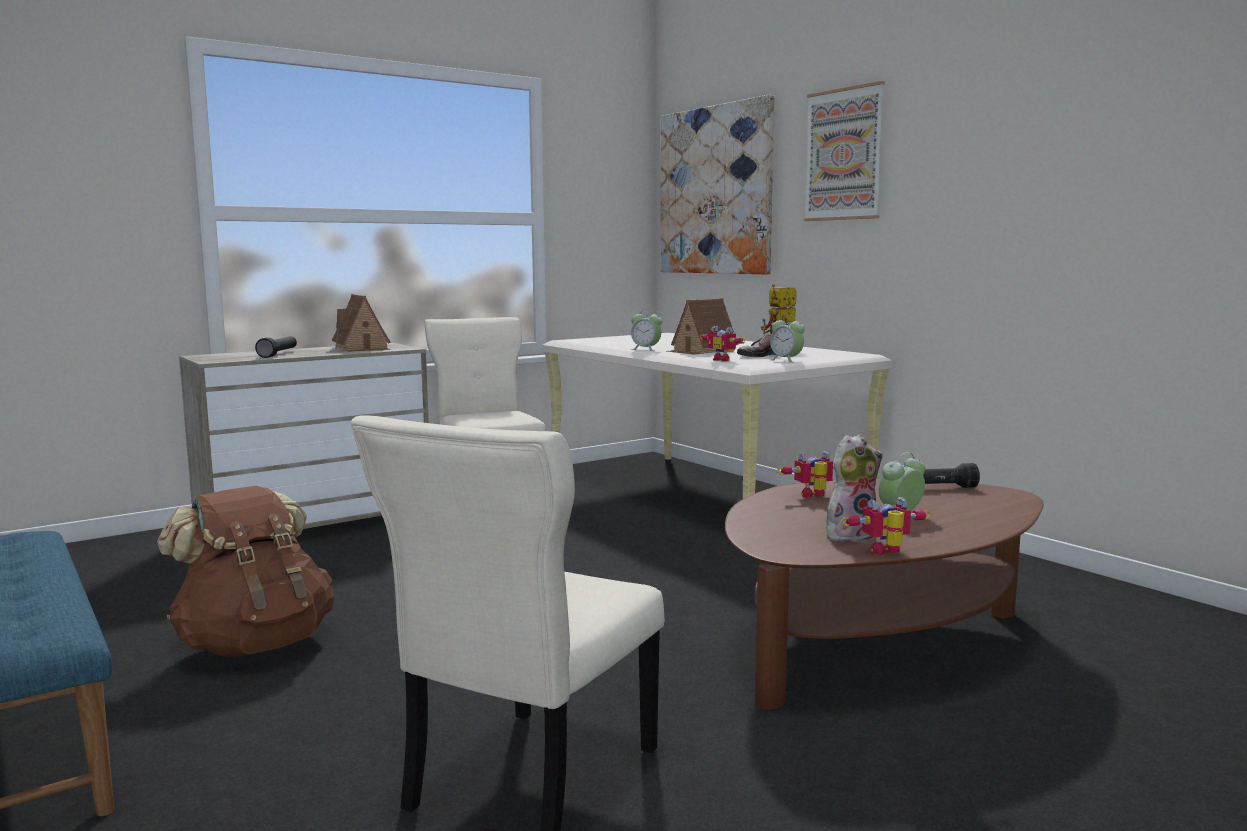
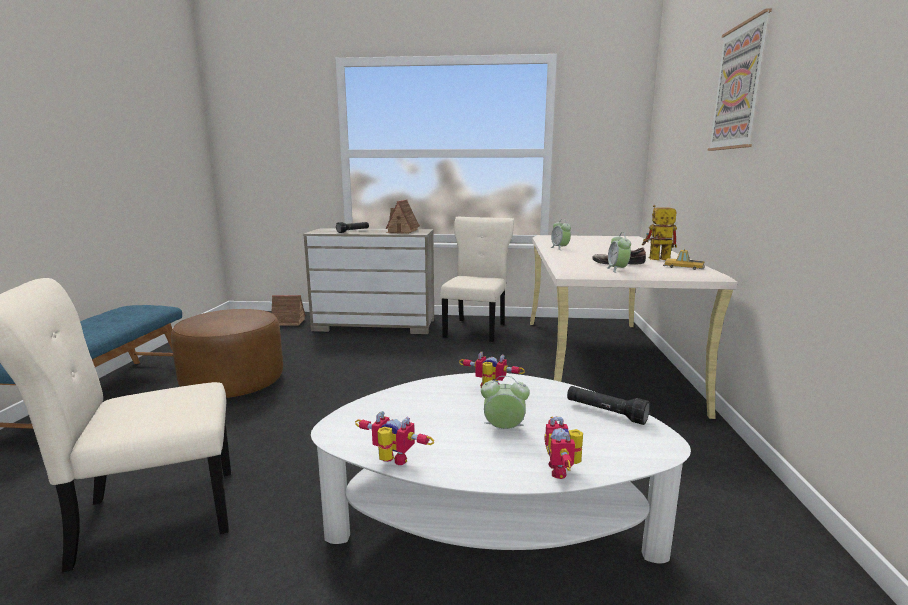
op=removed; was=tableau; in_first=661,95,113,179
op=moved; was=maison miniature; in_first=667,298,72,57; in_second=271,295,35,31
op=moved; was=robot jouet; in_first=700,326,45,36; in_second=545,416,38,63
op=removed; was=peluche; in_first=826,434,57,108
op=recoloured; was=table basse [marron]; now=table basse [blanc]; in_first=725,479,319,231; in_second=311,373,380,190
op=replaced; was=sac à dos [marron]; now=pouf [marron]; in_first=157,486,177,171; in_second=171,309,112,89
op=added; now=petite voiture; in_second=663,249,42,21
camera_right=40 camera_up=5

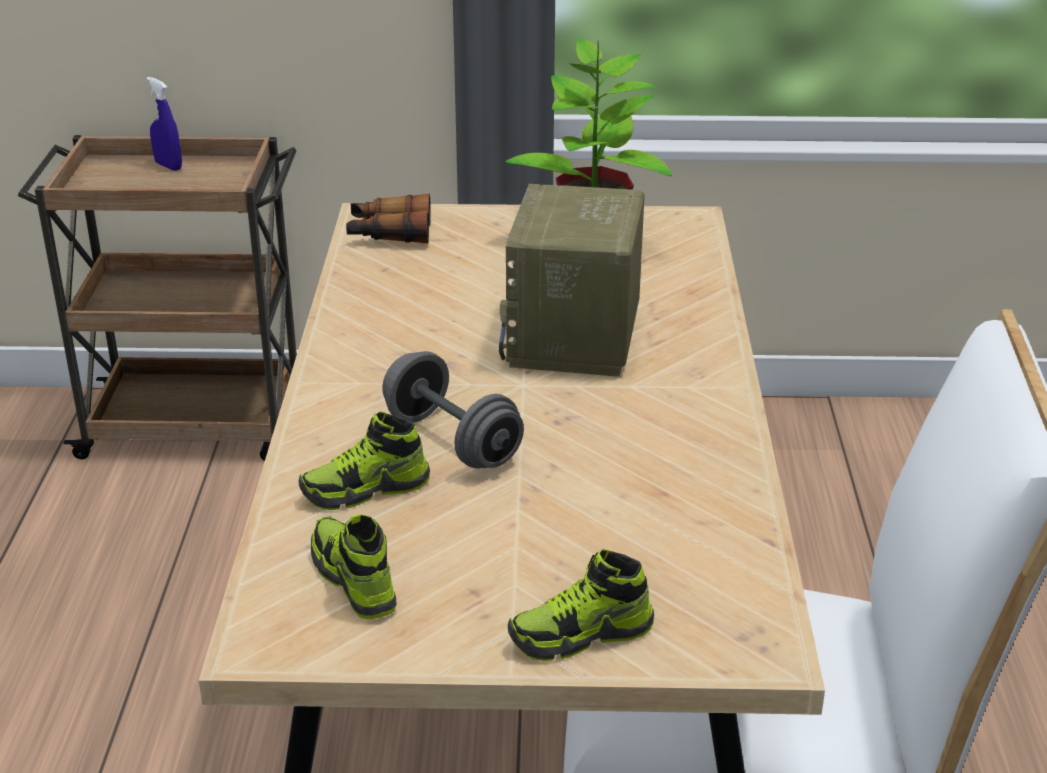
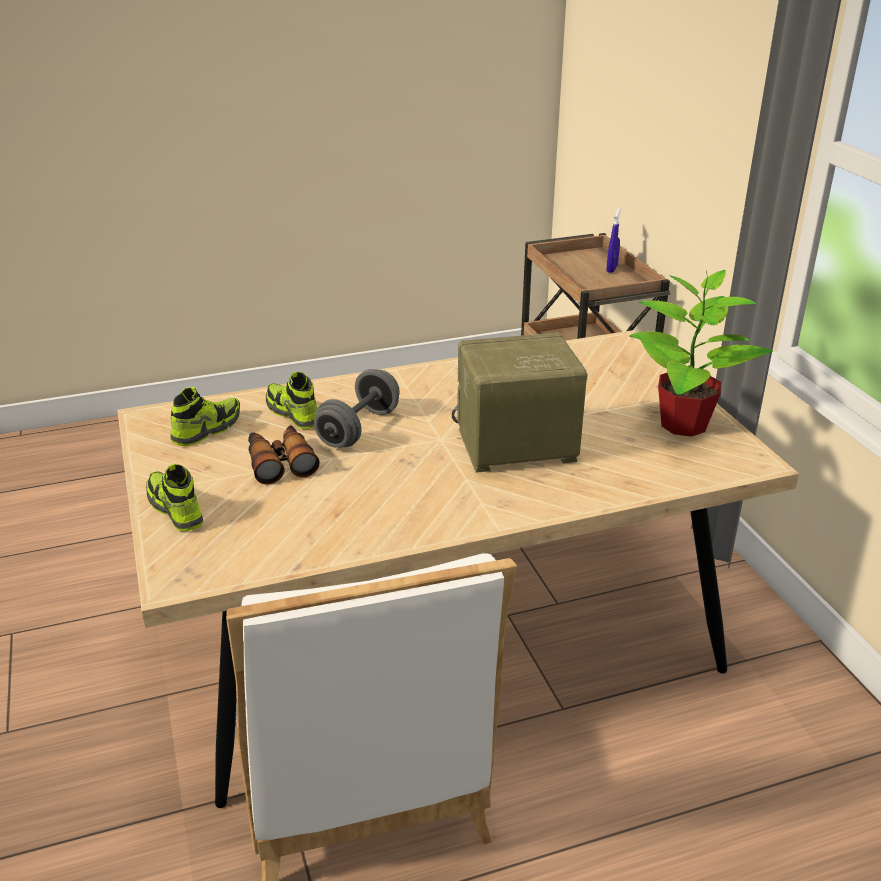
op=moved; was=jumelles; in_first=346,194,85,50; in_second=248,425,72,60
camera_right=70 camera_up=0

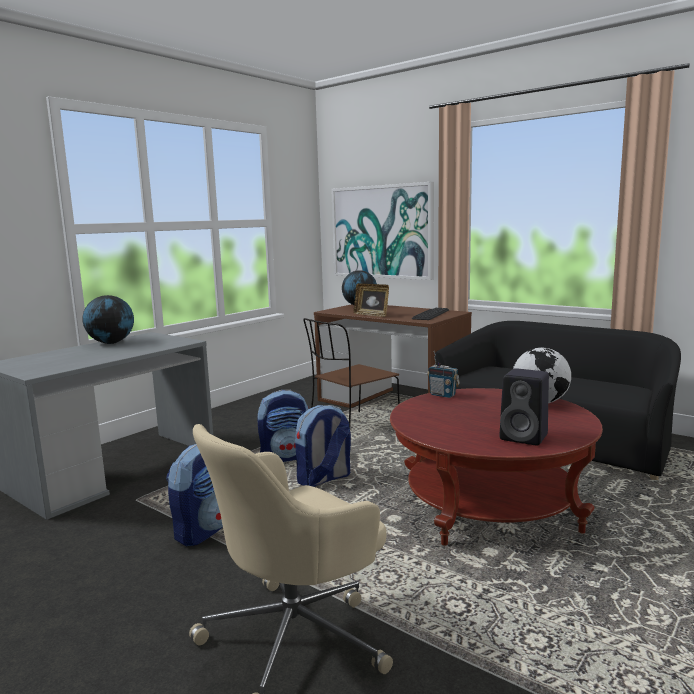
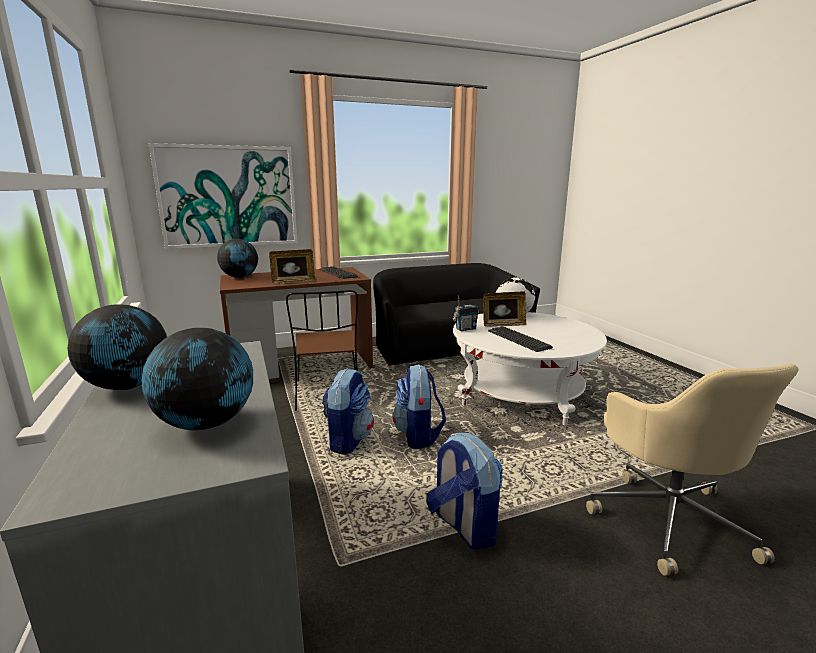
op=removed; was=enceinte [noir]; in_first=500,368,49,78
op=recoloured; was=table basse [rouge]; now=table basse [blanc]; in_first=390,388,213,158; in_second=453,312,154,114
op=added; now=cadre photo; in_second=483,292,43,35
op=added; now=clavier; in_second=488,326,65,26
op=added; now=globe; in_second=142,328,111,102
camera_right=-60 camera_up=5

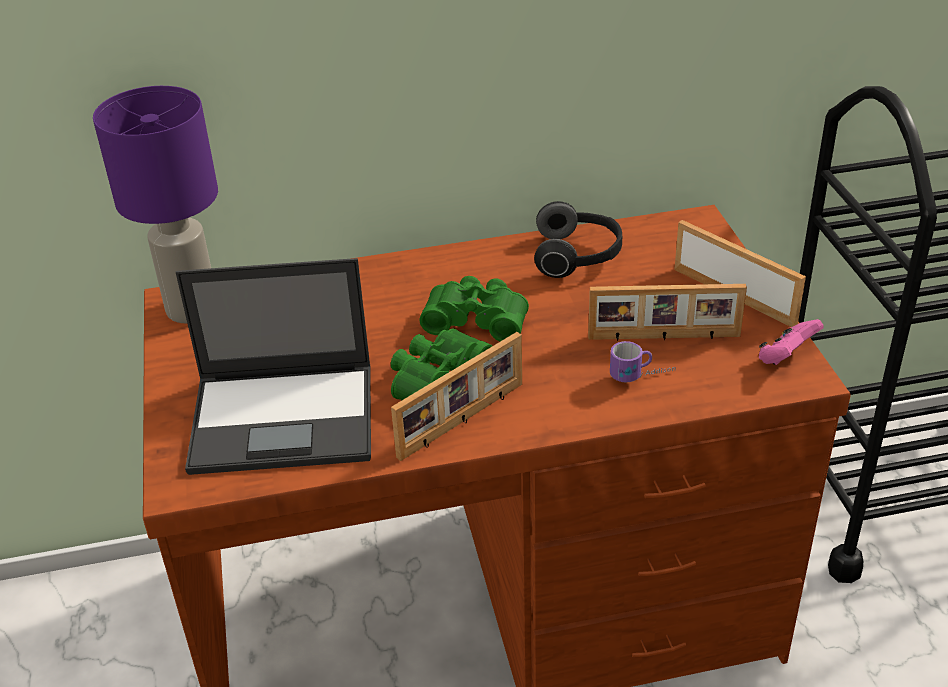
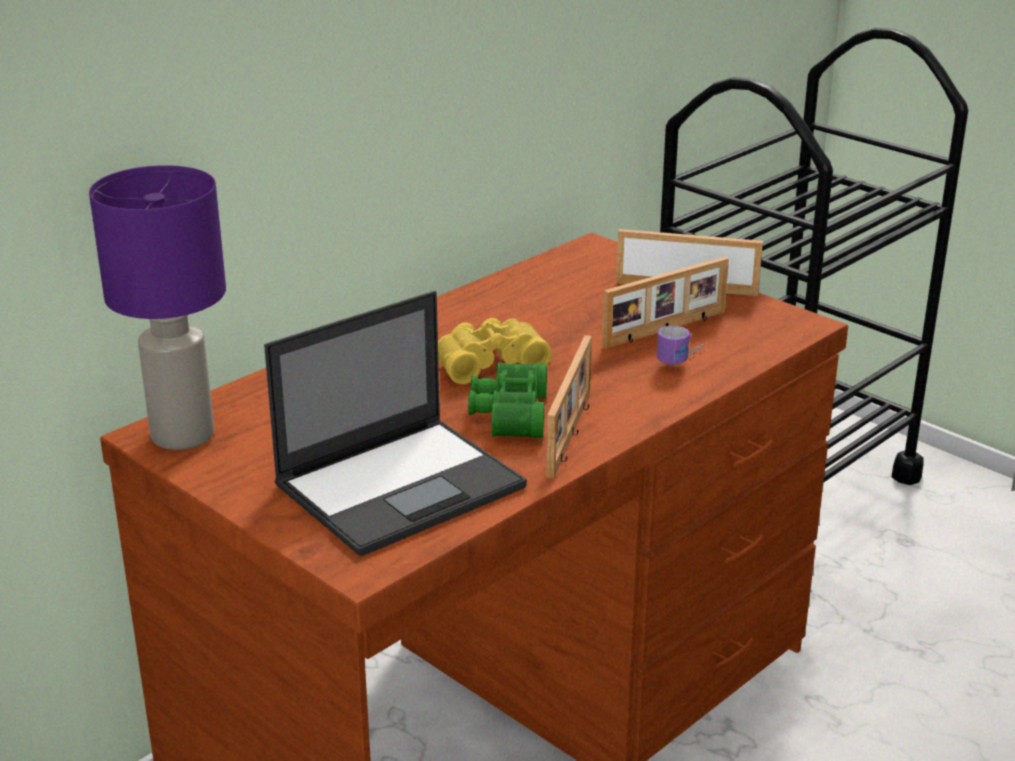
op=removed; was=casque audio; in_first=534,201,88,77
op=recoloured; was=jumelles [vert]; now=jumelles [jaune]; in_first=419,276,110,66; in_second=438,318,114,66
op=removed; was=manette [rose]; in_first=759,319,65,46
camera_right=-35 camera_up=-10

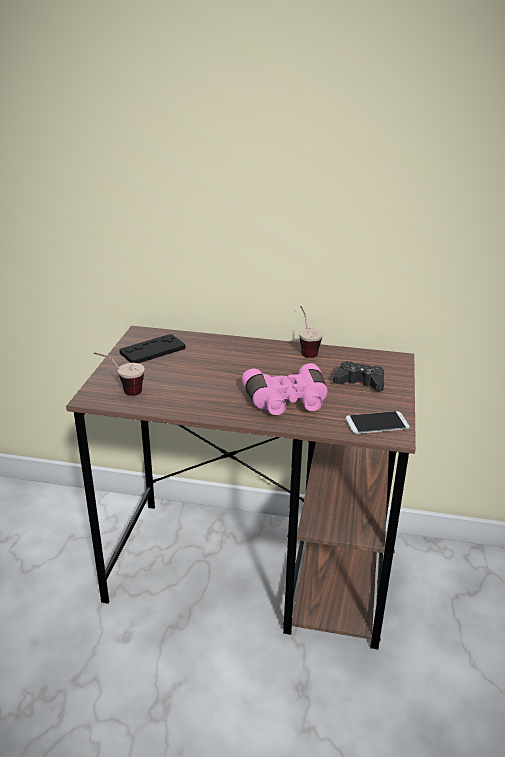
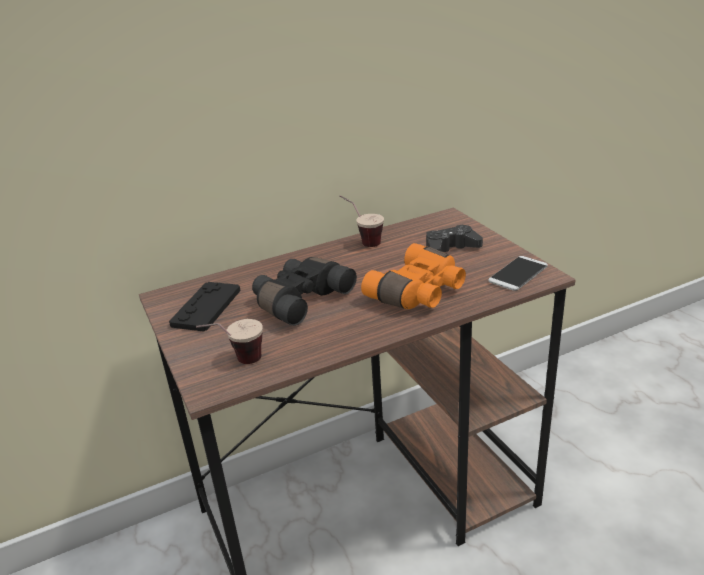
op=recoloured; was=jumelles [rose]; now=jumelles [orange]; in_first=242,363,85,52; in_second=361,243,105,66
op=added; now=jumelles [noir]; in_second=252,257,105,69
camera_right=-35 camera_up=0

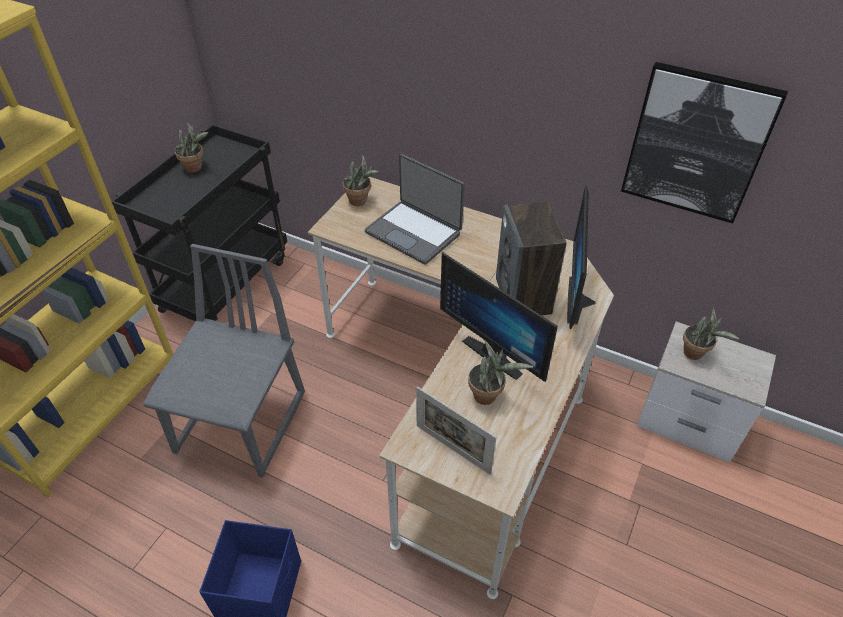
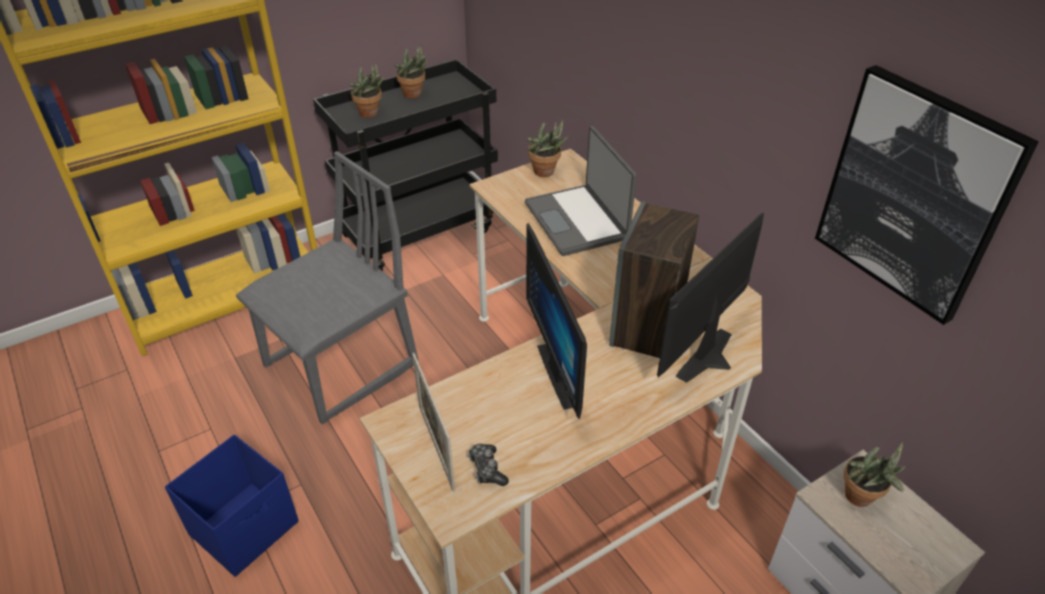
op=moved; was=plante en pot; in_first=468,339,65,66; in_second=349,63,36,55
op=added; now=manette; in_second=468,444,41,42
camera_right=30 camera_up=-5

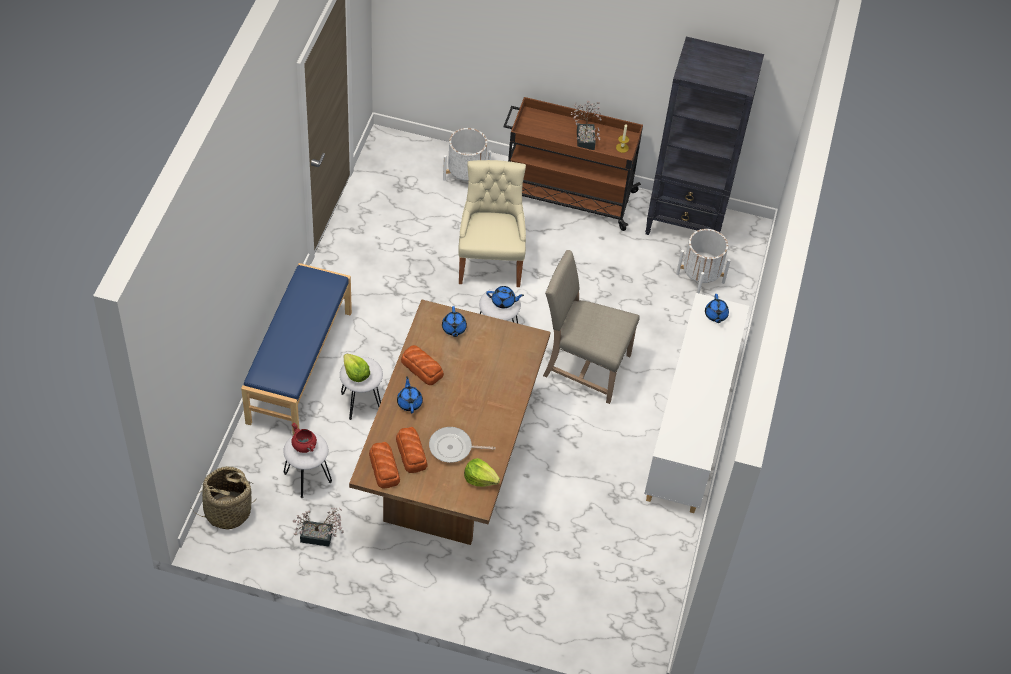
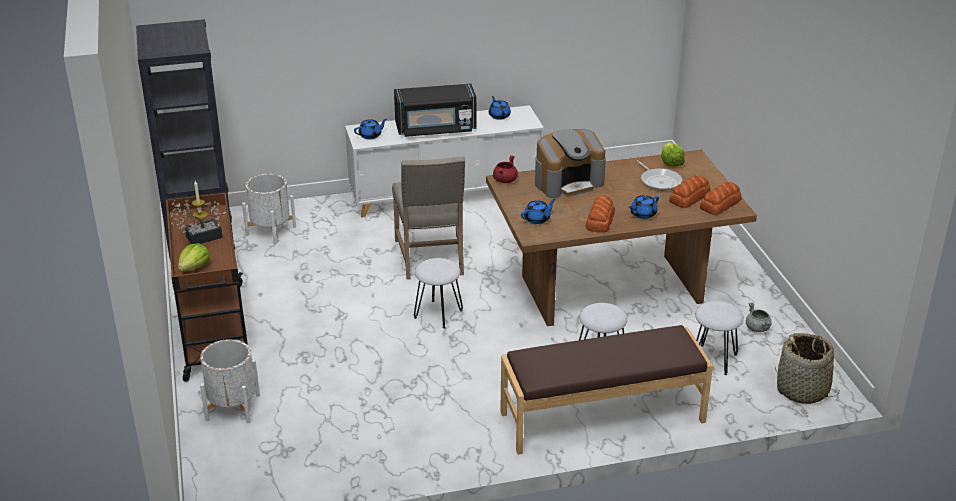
op=removed; was=chaise [beige]; in_first=459,160,67,127
op=recoloured; was=banc [bleu]; now=banc [marron]; in_first=241,263,111,172; in_second=500,325,213,130
op=moved; was=théière [bleu]; in_first=486,286,38,22; in_second=489,96,22,24
op=moved; was=laitue; in_first=343,354,27,28; in_second=178,243,32,29
op=moved; was=marmite [rouge]; in_first=291,423,26,30; in_second=493,155,25,28
op=replaced; was=plante en pot; now=marmite [gris]; in_first=293,507,51,40; in_second=746,302,26,30
op=added; now=micro-ondes [noir]; in_second=394,83,82,54
op=added; now=machine à café; in_second=535,129,71,69
camera_right=-115 camera_up=-20

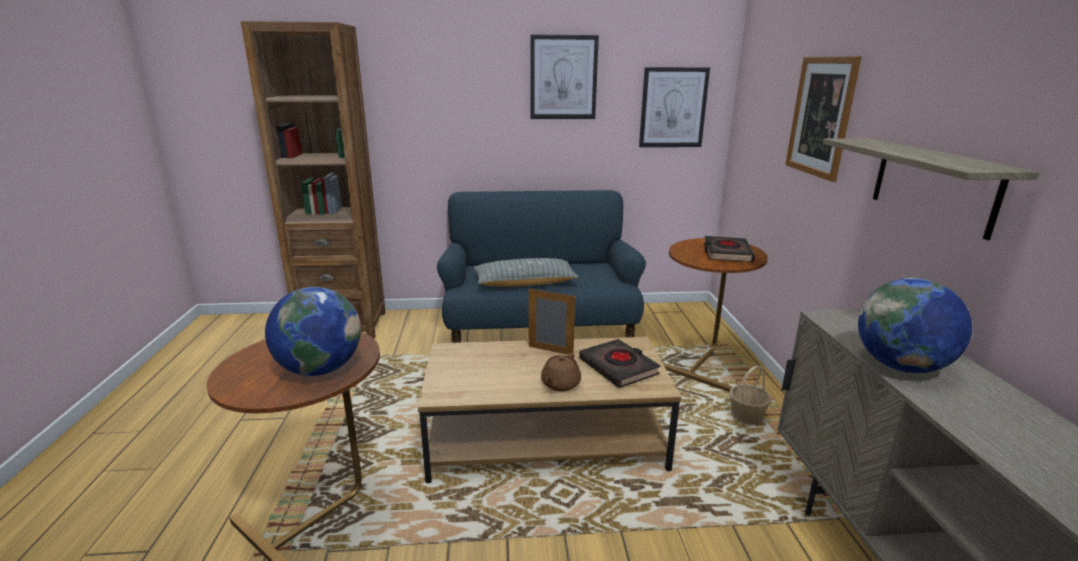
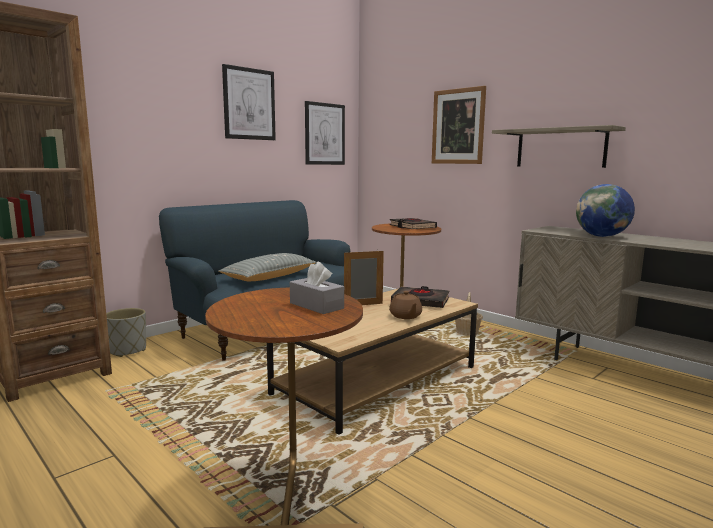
op=replaced; was=globe; now=boîte à mouchoirs [gris]; in_first=265,287,96,89; in_second=290,262,54,52
op=added; now=cache-pot [gris]; in_second=106,308,40,49
camera_right=-40 camera_up=-10

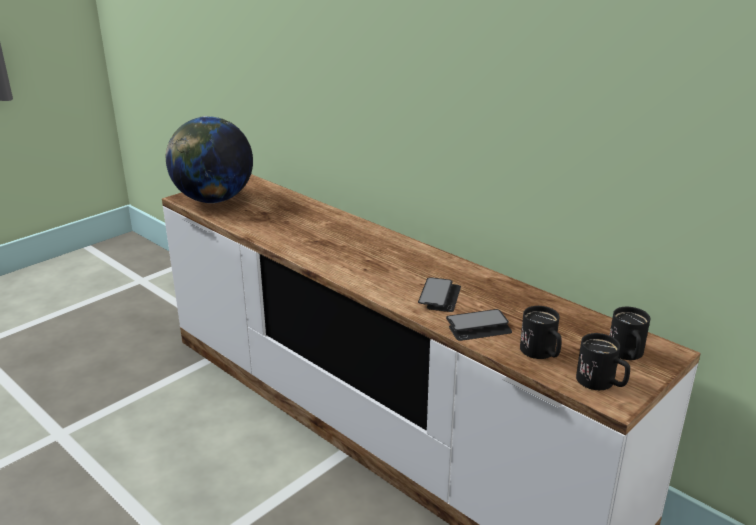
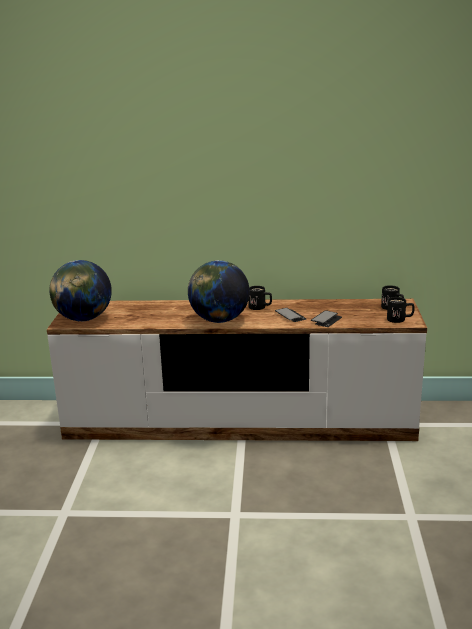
op=moved; was=mug [noir]; in_first=520,306,42,53; in_second=248,286,24,24
op=added; now=globe; in_second=188,260,62,63
camera_right=-40 camera_up=-5

